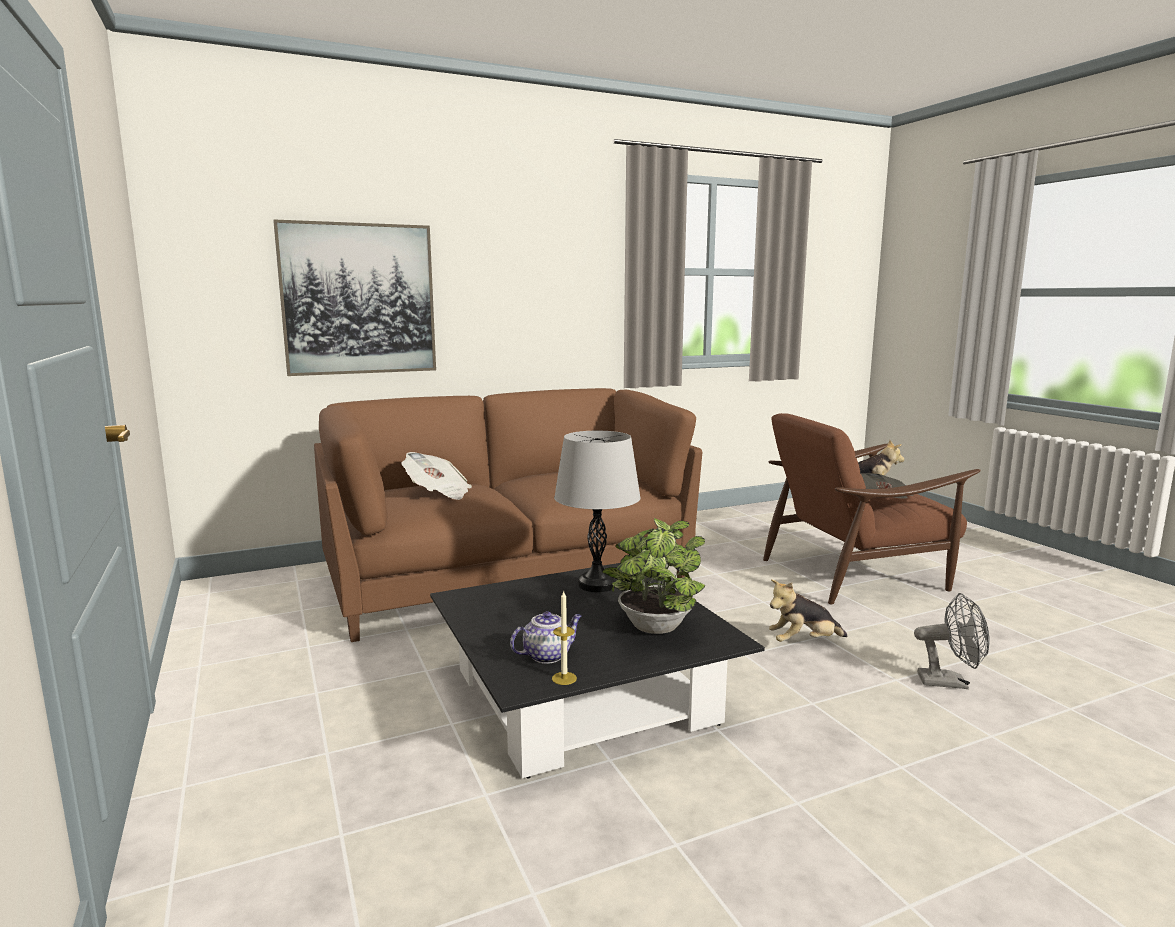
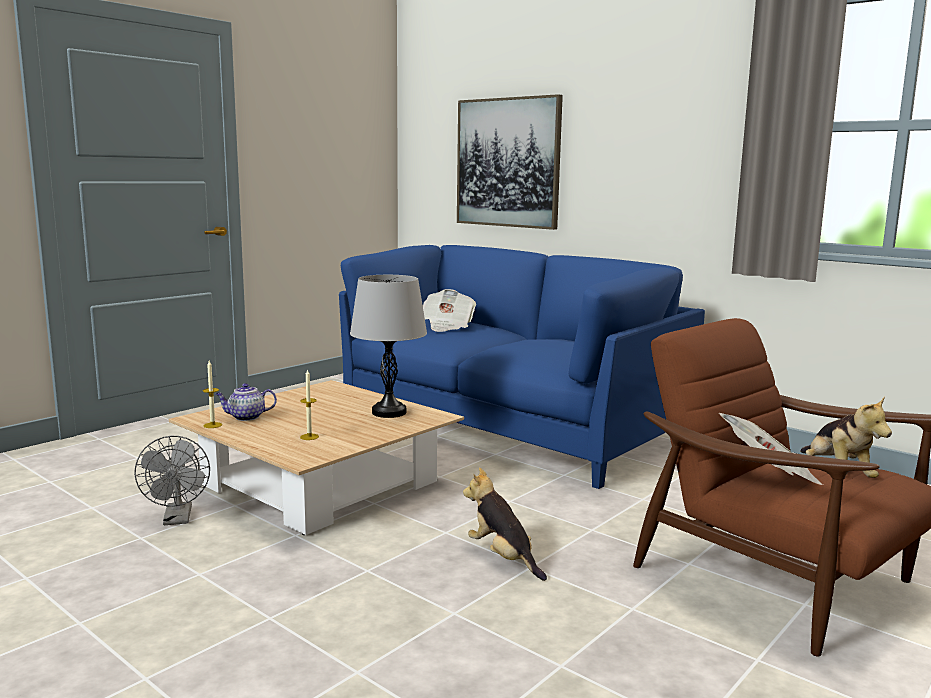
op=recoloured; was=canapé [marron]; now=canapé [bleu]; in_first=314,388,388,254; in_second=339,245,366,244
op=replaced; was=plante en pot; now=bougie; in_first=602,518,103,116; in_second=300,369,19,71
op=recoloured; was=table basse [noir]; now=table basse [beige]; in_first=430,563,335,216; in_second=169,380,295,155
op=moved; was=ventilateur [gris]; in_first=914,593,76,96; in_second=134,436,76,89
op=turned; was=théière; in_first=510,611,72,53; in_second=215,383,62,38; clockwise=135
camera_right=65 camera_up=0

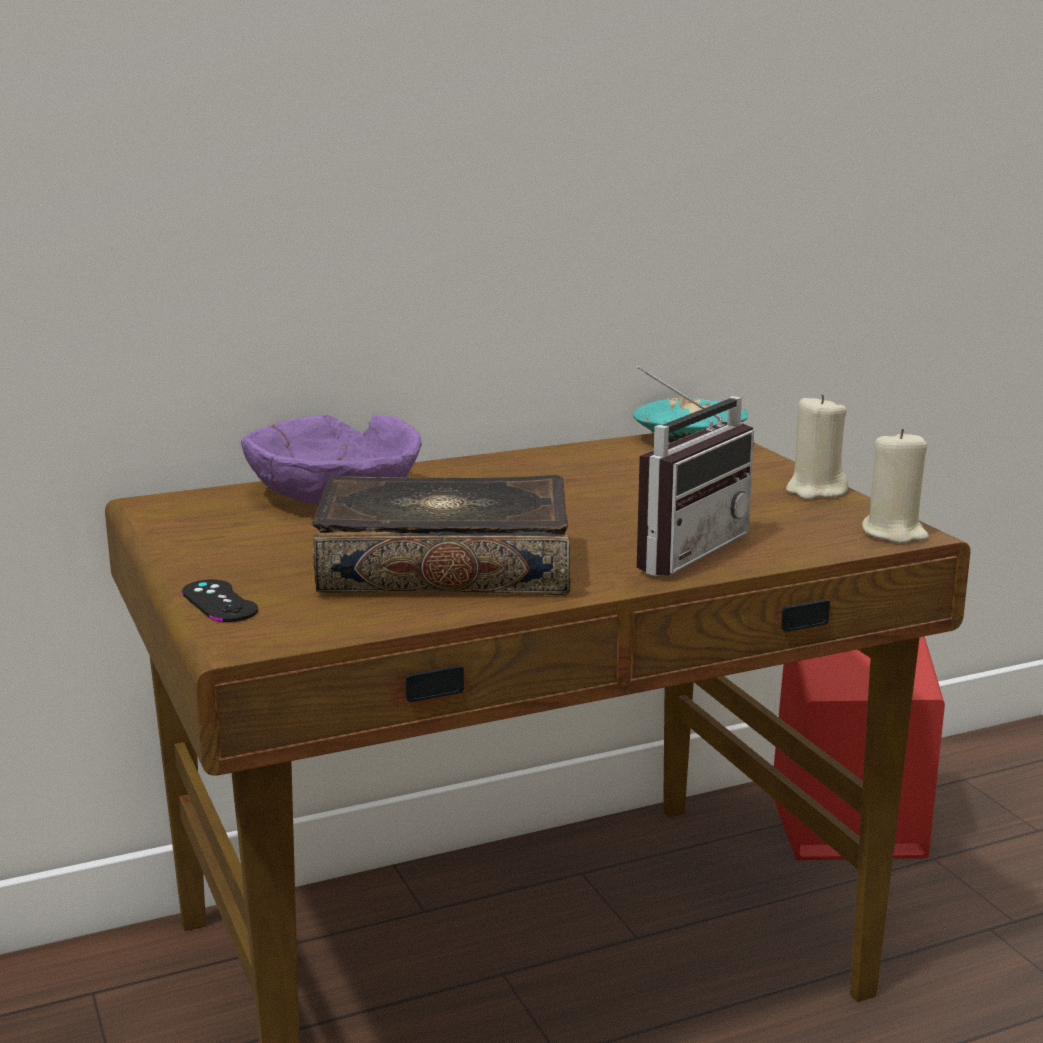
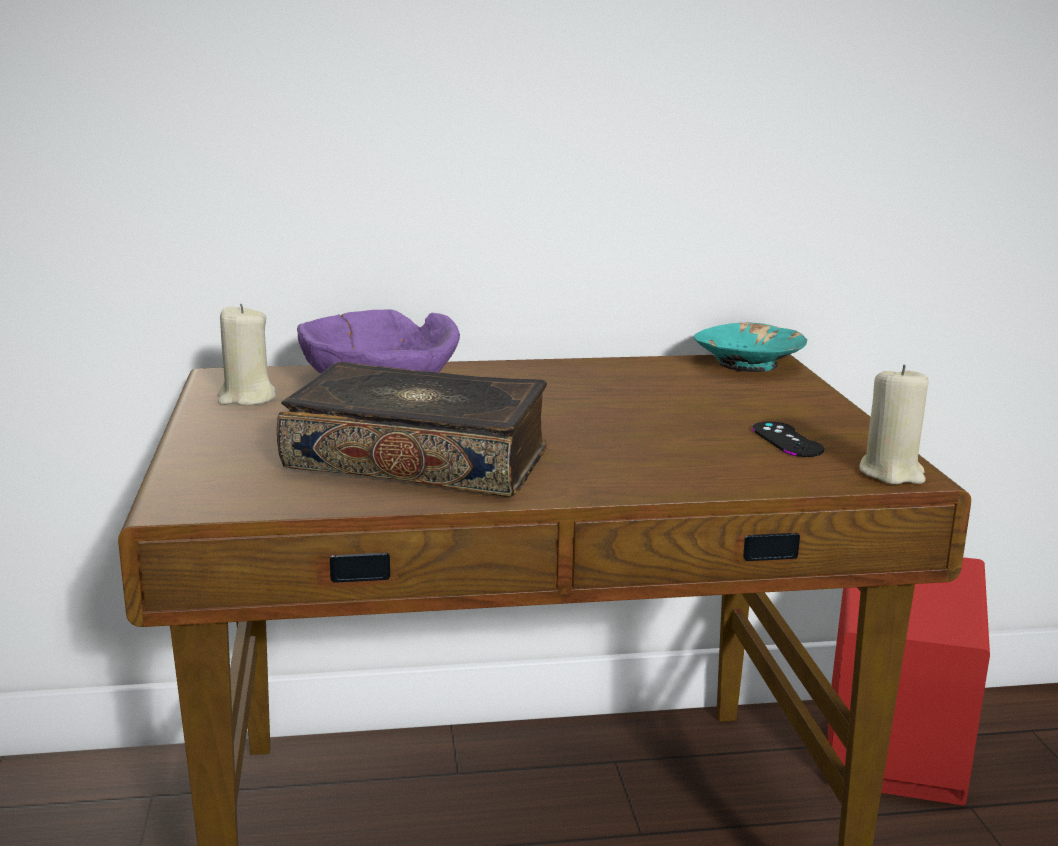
op=removed; was=radio; in_first=636,366,118,210
op=moved; was=bougie [beige]; in_first=786,394,62,106; in_second=218,304,58,101
op=moved; was=manette [noir]; in_first=182,579,76,43; in_second=752,421,72,36
camera_right=15 camera_up=0

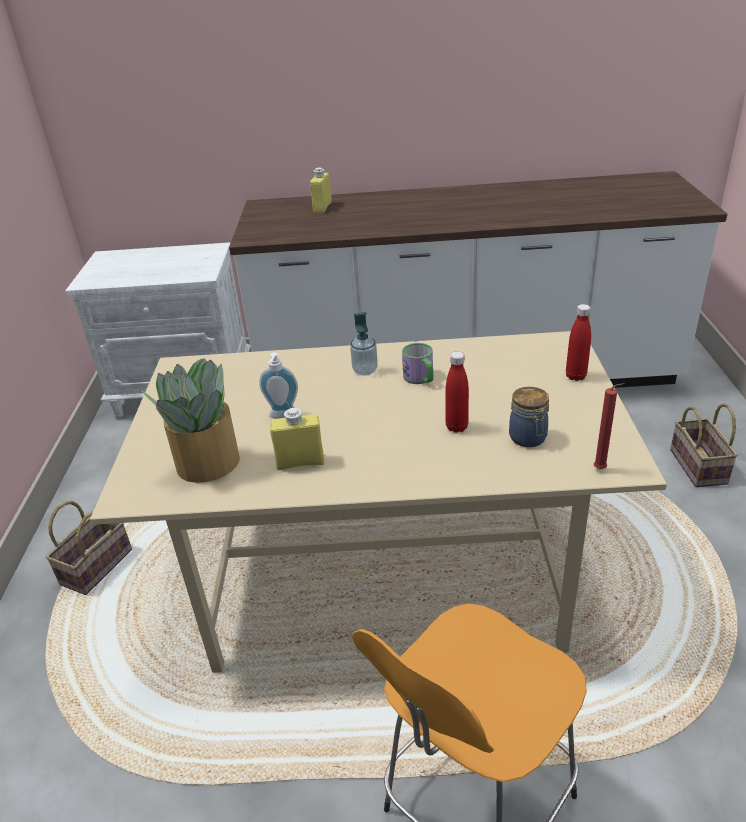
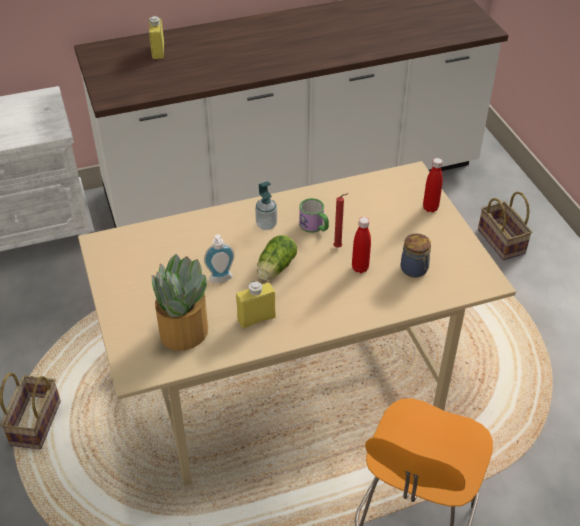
op=moved; was=bougie [rouge]; in_first=594,383,31,86; in_second=334,193,14,55
op=added; now=laitue; in_second=257,235,40,45
camera_right=-20 camera_up=10

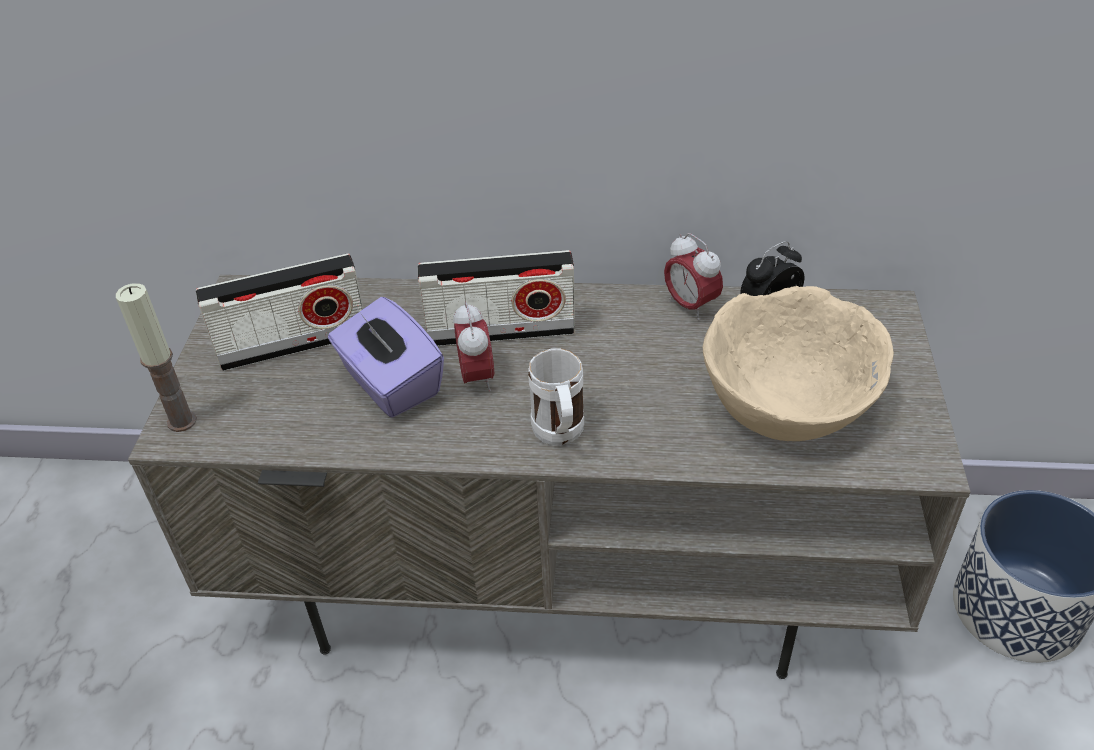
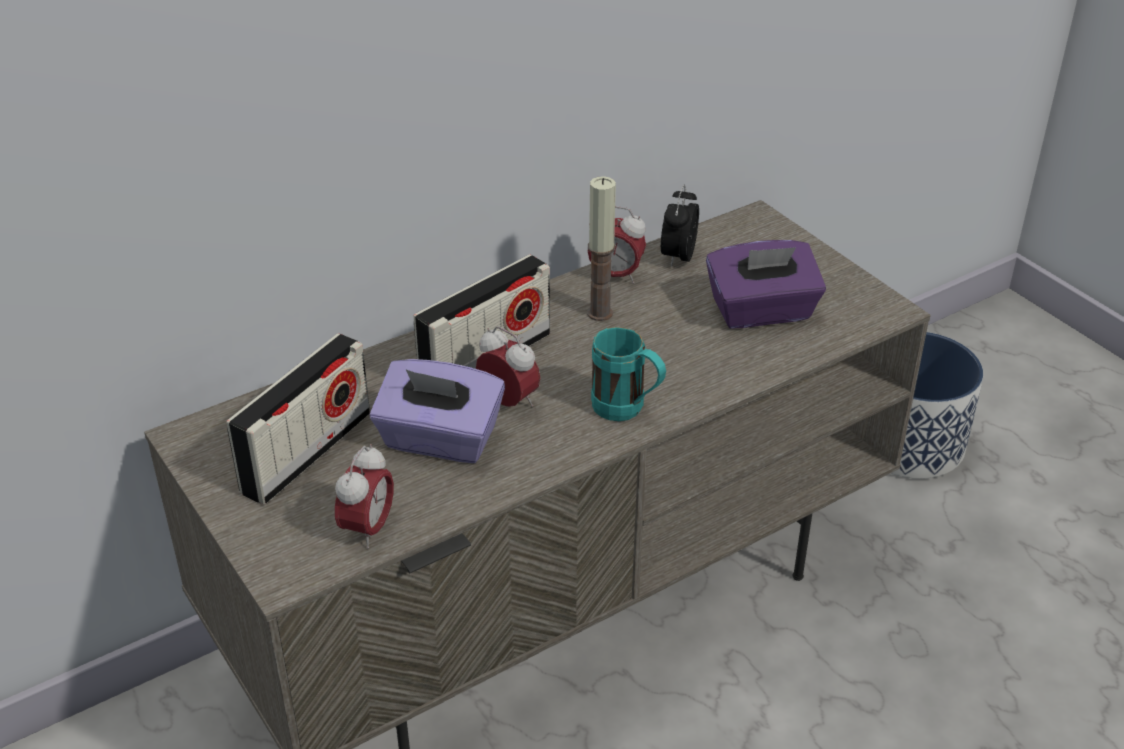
op=moved; was=bougie; in_first=116,283,81,149; in_second=587,176,29,145
op=replaced; was=bol [beige]; now=boîte à mouchoirs [violet]; in_first=703,286,191,155; in_second=706,240,120,89
op=recoloured; was=mug [blanc]; now=mug [turquoise]; in_first=528,348,56,97; in_second=591,327,75,94
op=added; now=réveil; in_second=335,444,59,105
camera_right=-40 camera_up=-5

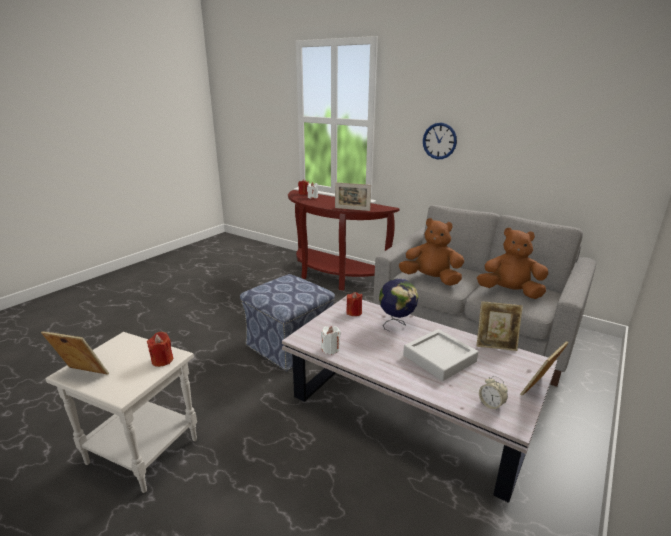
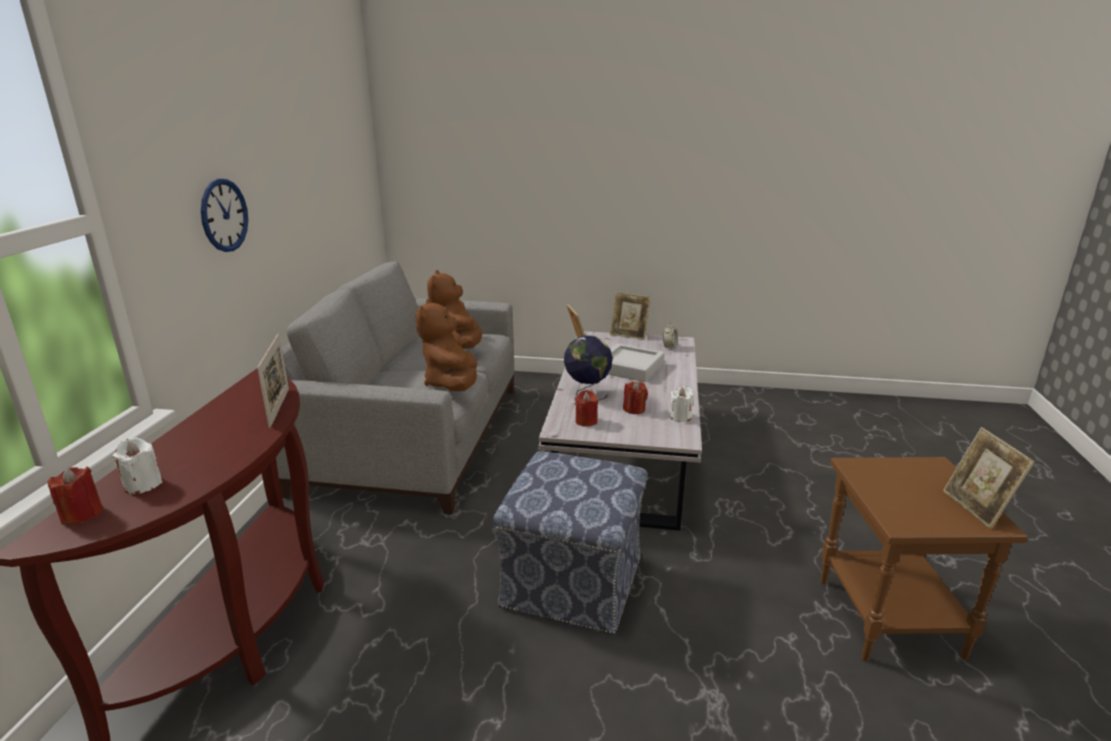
op=recoloured; was=table d'appoint [blanc]; now=table d'appoint [marron]; in_first=45,332,152,161; in_second=820,457,208,204
op=moved; was=bougie [rouge]; in_first=147,332,26,35; in_second=623,381,25,33
camera_right=-115 camera_up=0

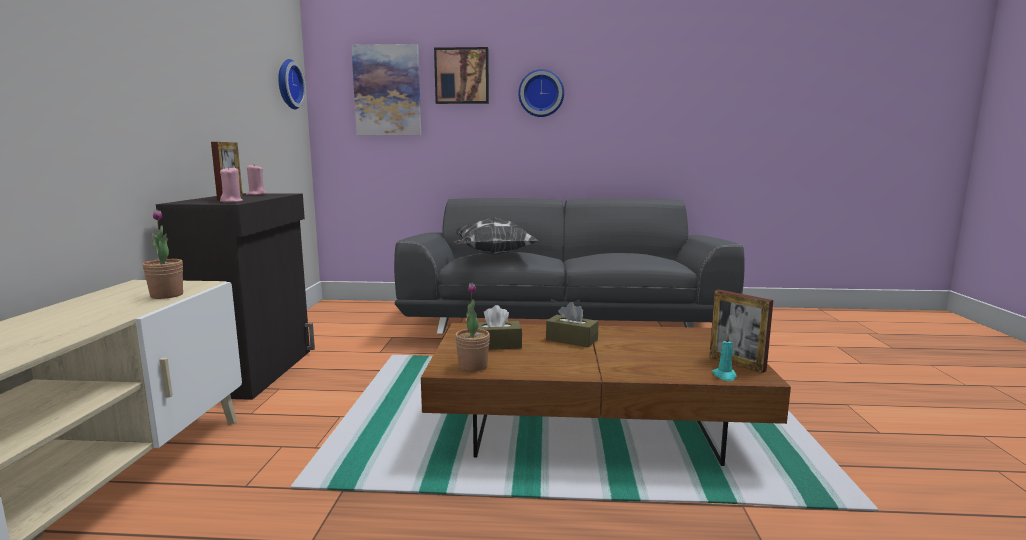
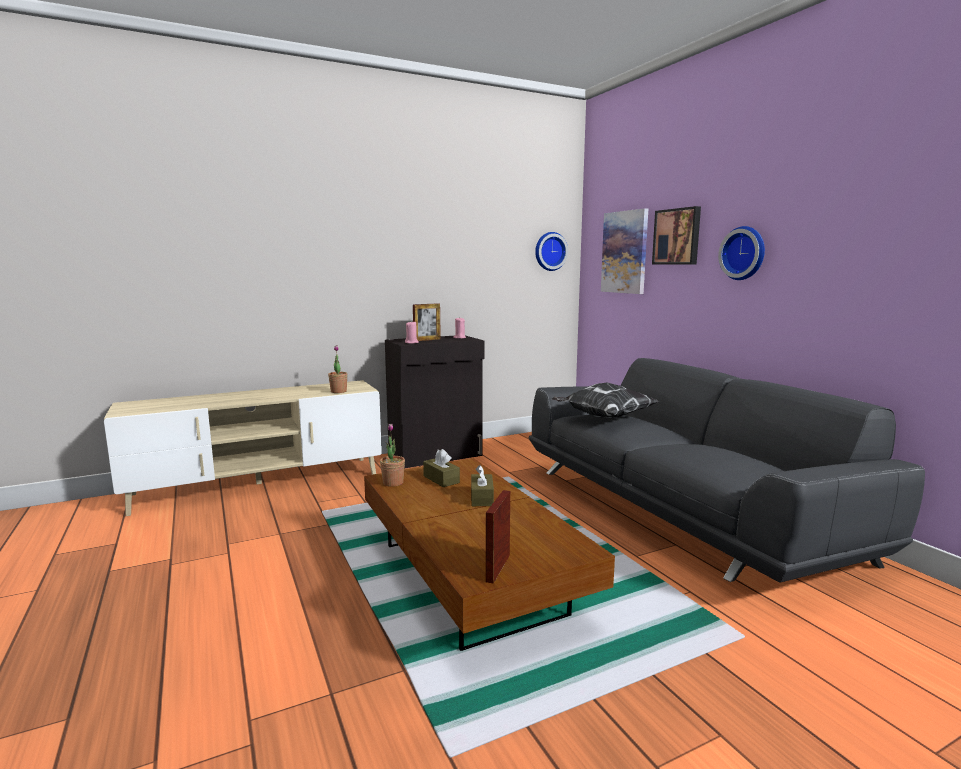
op=removed; was=bougie [turquoise]; in_first=712,334,25,47
camera_right=60 camera_up=0

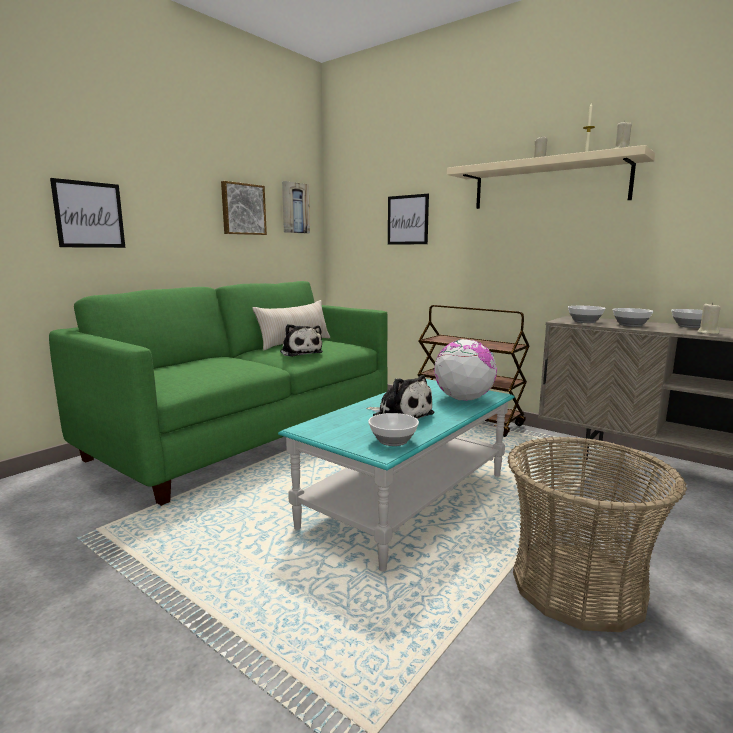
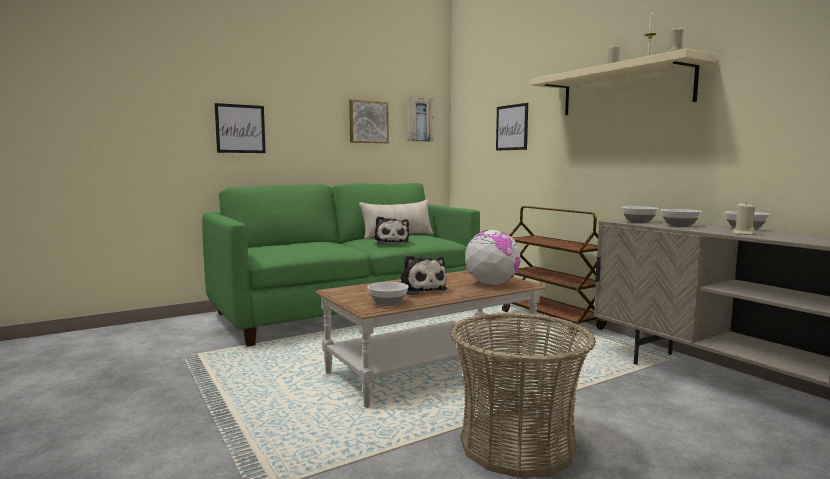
op=recoloured; was=table basse [turquoise]; now=table basse [marron]; in_first=278,379,237,192; in_second=315,270,231,138
camera_right=20 camera_up=-5

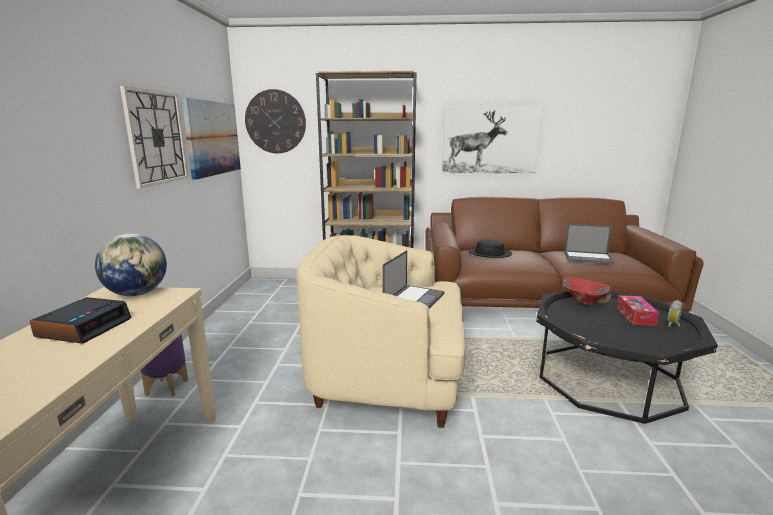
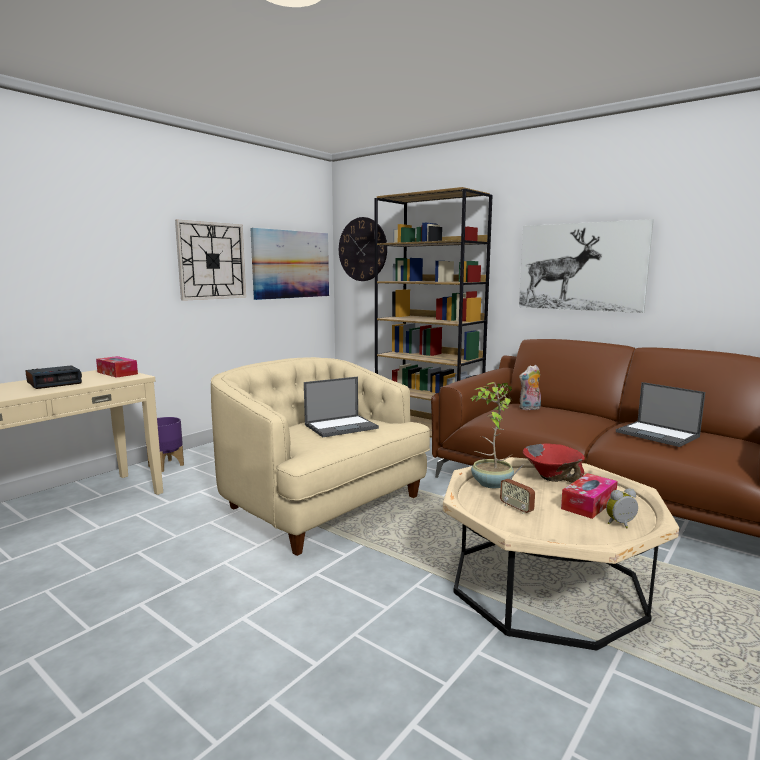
op=replaced; was=globe; now=boîte à mouchoirs; in_first=95,234,72,62; in_second=96,356,42,22
op=replaced; was=chapeau [noir]; now=peluche; in_first=468,240,44,18; in_second=519,365,22,45
op=recoloured; was=table basse [noir]; now=table basse [beige]; in_first=536,291,182,133; in_second=443,457,236,194
op=added; now=plante en pot; in_second=470,382,44,106
op=added; now=radio; in_second=500,464,35,50
camera_right=35 camera_up=-5

